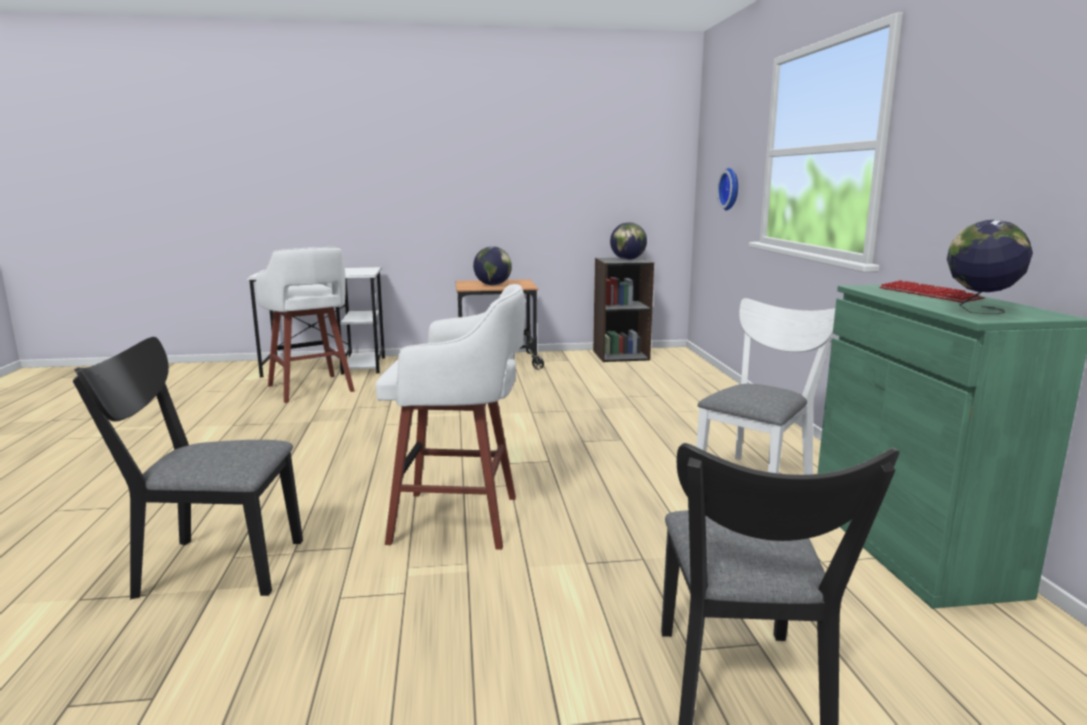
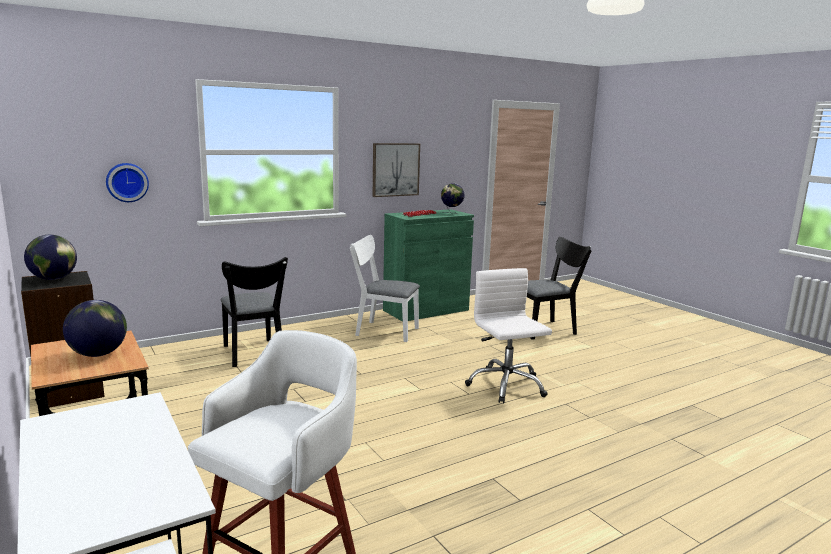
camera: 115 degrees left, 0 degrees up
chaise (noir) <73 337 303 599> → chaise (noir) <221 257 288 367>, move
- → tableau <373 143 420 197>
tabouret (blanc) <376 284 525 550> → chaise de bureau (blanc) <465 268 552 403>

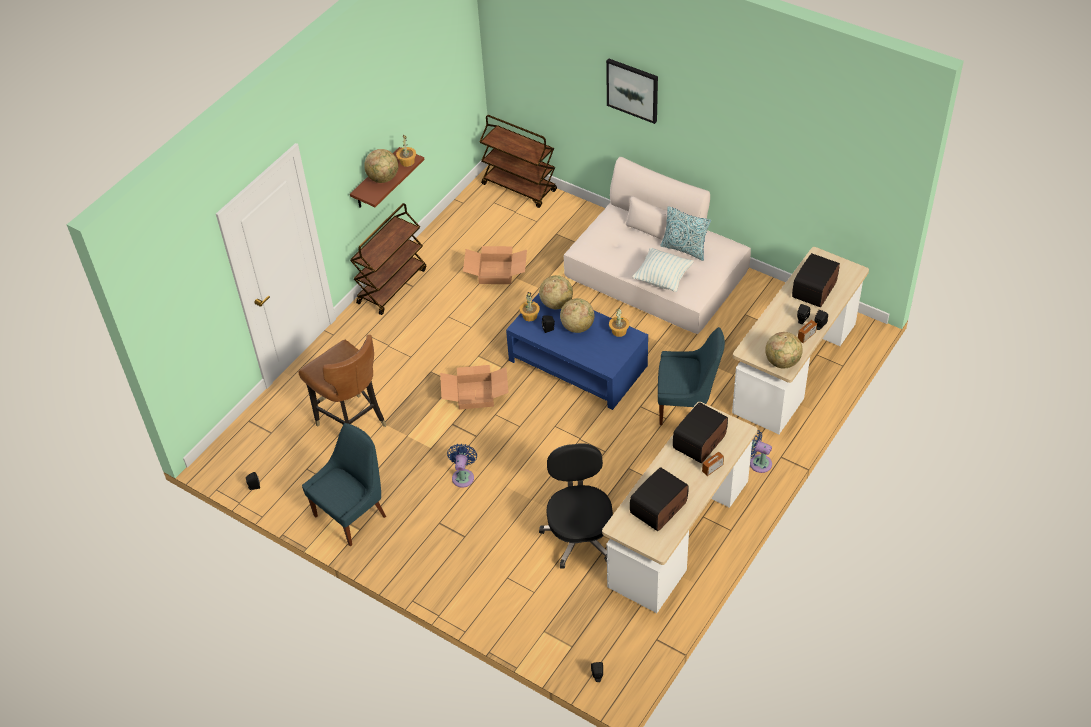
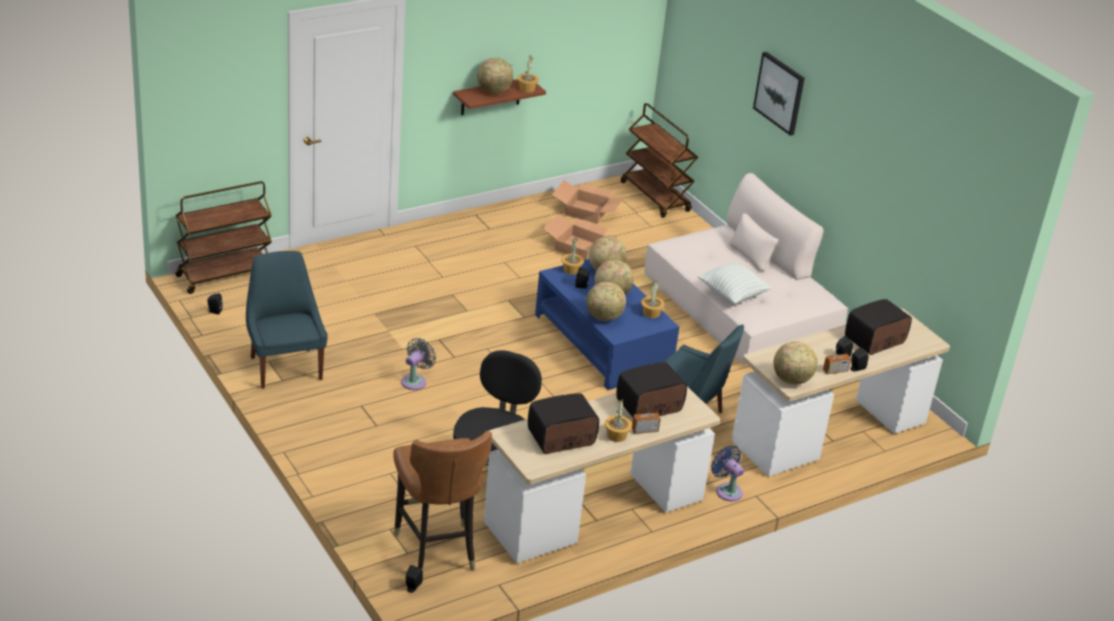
camera: 20 degrees right, 15 degrees down
chariot (marron) <350 203 426 315> → chariot (marron) <175 181 272 294>, move
chaise (bleu) <302 423 386 547> → chaise (bleu) <246 251 328 389>, 90 degrees counterclockwise
chaise (marron) <299 335 387 427> → chaise (marron) <393 431 492 571>, move
ventilateur (bleu) <447 444 477 488> → ventilateur (gris) <401 338 436 390>
carton <440 365 509 410> → carton <552 180 625 224>, move
- → globe <586 282 626 321>
- → plante en pot <605 399 632 442>
coussin <660 206 711 261> → -

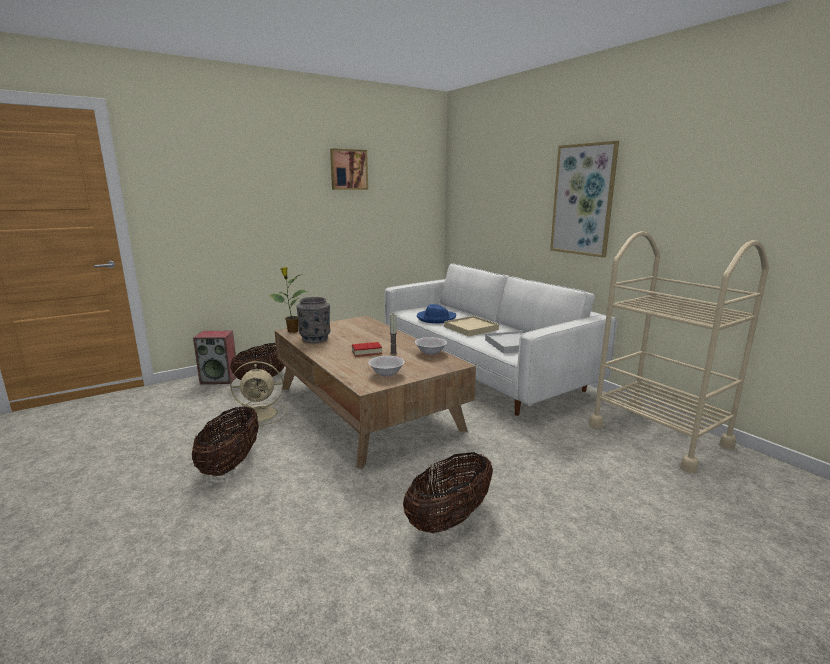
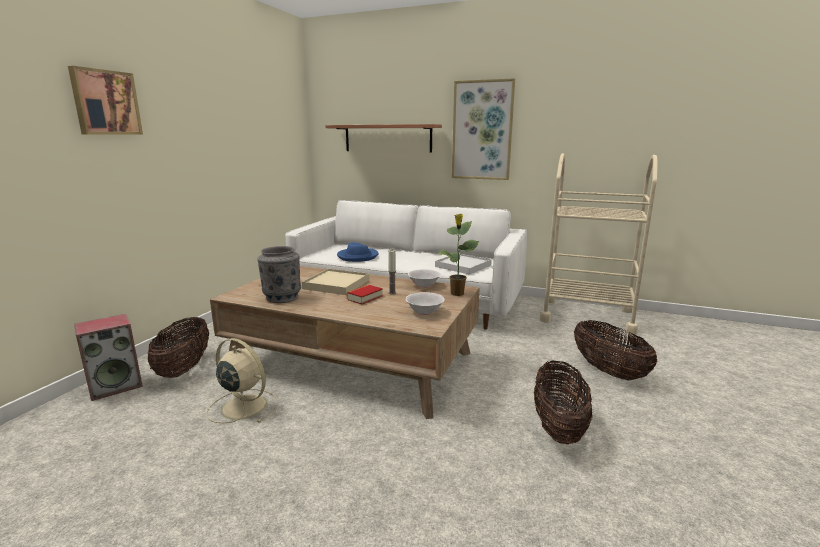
camera: 35 degrees left, 0 degrees up
tableau <330 148 368 190> → tableau <68 66 143 135>, move
ventilateur (beige) <230 361 286 425> → ventilateur (beige) <207 338 278 423>, 105 degrees counterclockwise
plateau (beige) <444 316 499 337> → plateau (beige) <302 269 369 295>, move
- → étagère <325 124 442 152>
plante en pot <268 267 309 333> → plante en pot <437 214 479 296>, move
panier <192 406 259 476> → panier <574 320 657 381>, move

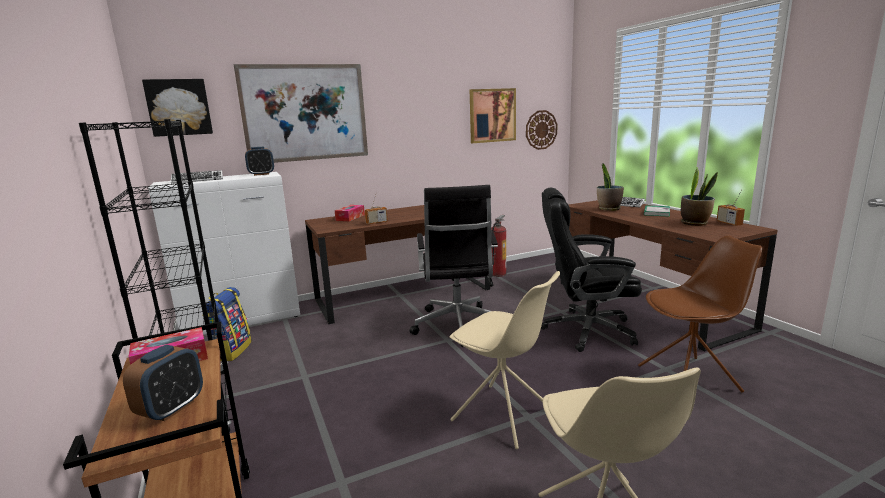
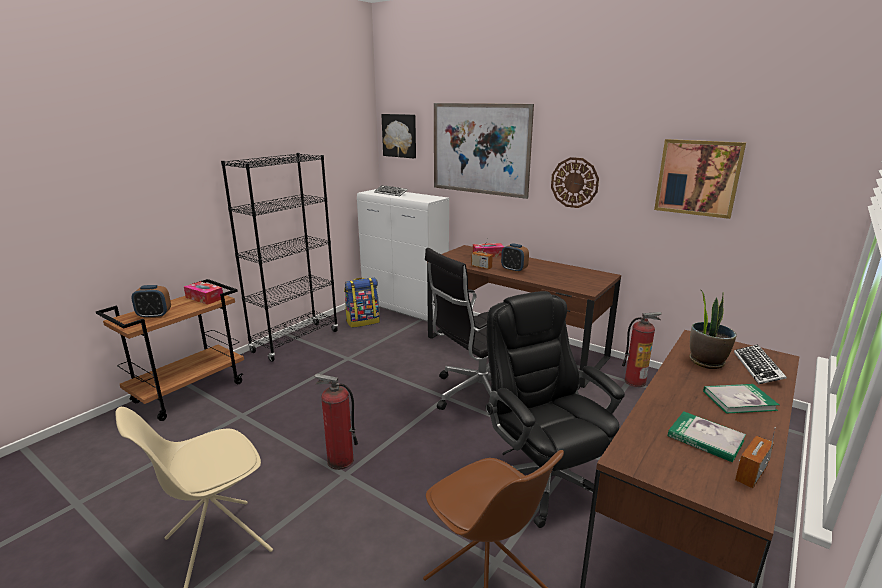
camera: 60 degrees right, 5 degrees up
chaise (beige) <449 271 560 449> → extincteur <314 373 358 470>
réveil <245 147 274 176> → réveil <501 243 529 273>, move
horloge murale <526 110 558 150> → horloge murale <551 157 599 208>, move
plante en pot <681 167 718 226> → livre <668 411 746 463>

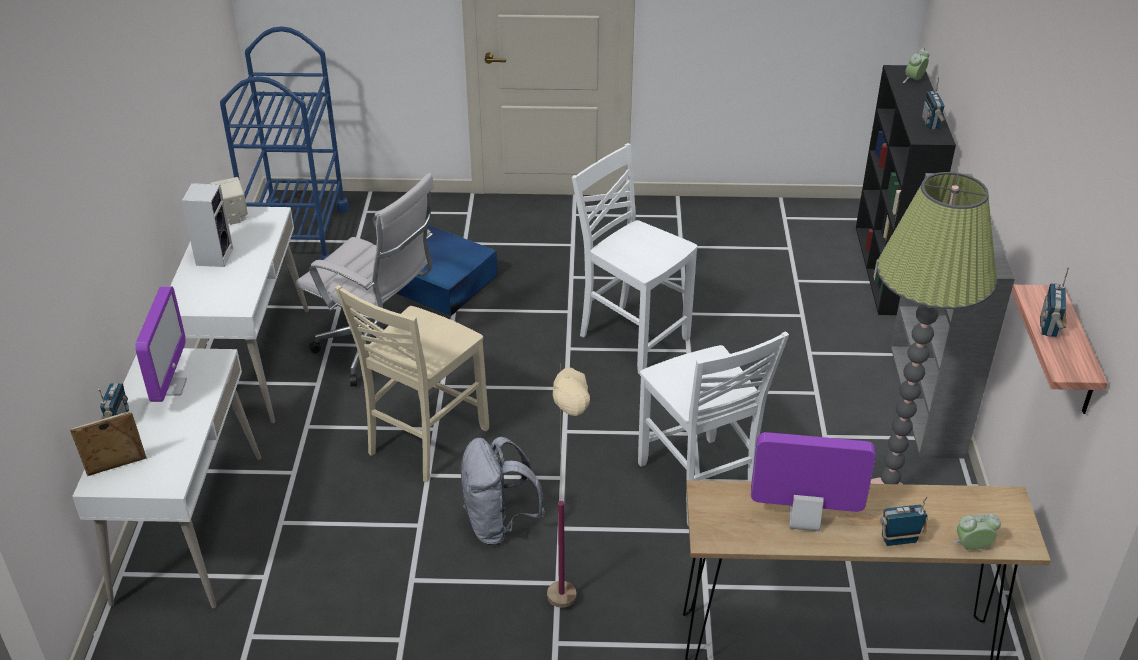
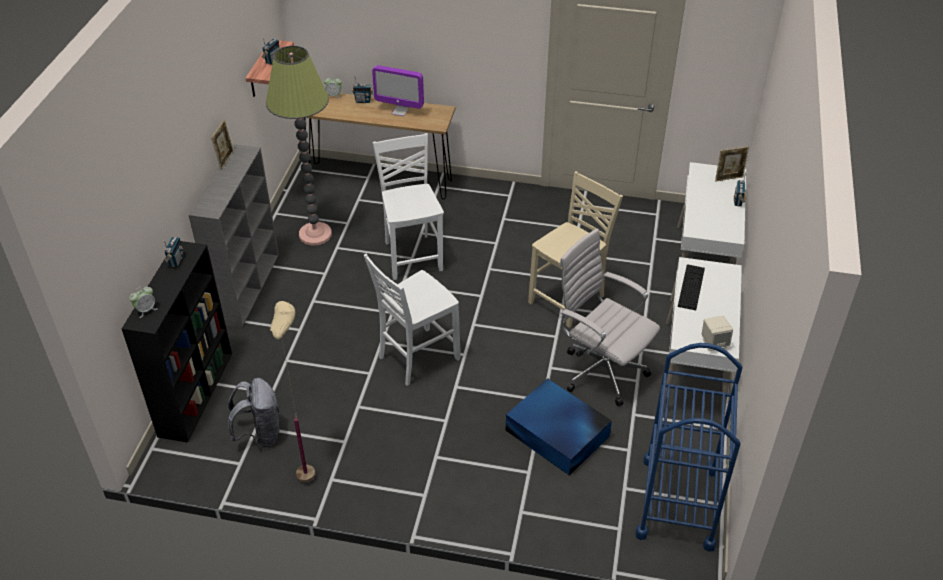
camera: 170 degrees left, 5 degrees up
- → cadre photo <211 120 234 170>
sac à dos (gris) <460 437 545 545> → sac à dos (gris) <228 378 280 447>, move
lampadaire (beige) <547 363 590 608> → lampadaire (beige) <270 301 315 482>, move
chaise (blanc) <572 143 698 375> → chaise (blanc) <364 254 461 386>, 90 degrees clockwise
- → clavier <678 264 705 310>
écran d'ordinateur <135 286 187 402> → -
enceinte <181 183 233 267> → -

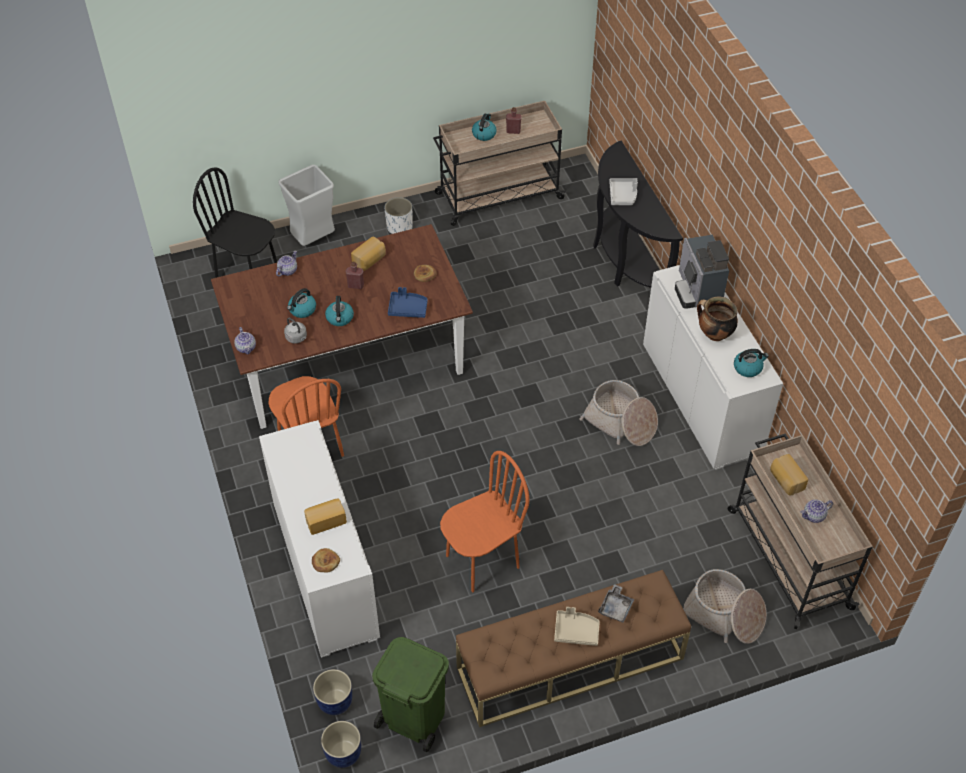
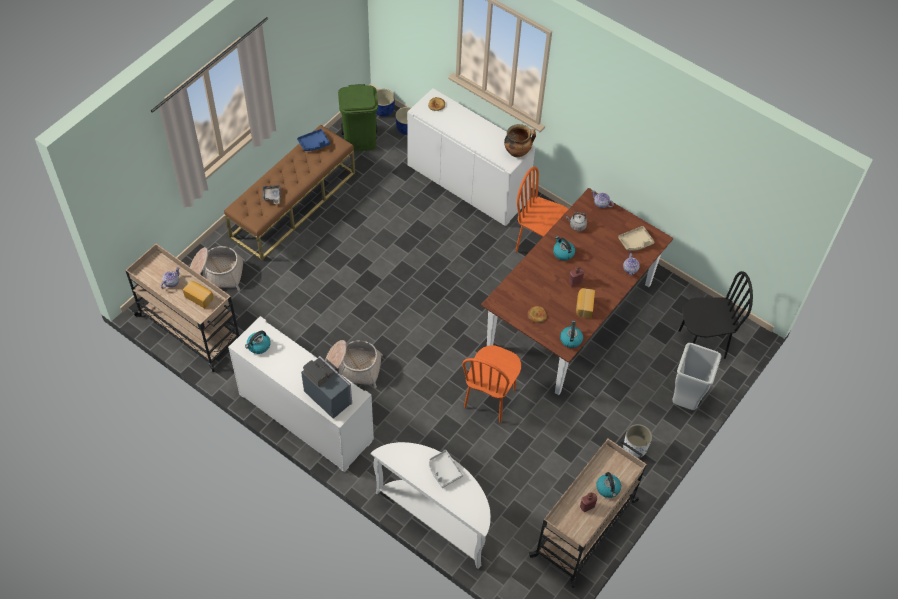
camera: 145 degrees right, 5 degrees up
plateau (bleu) <388 287 428 318> → plateau (bleu) <297 129 330 151>, move
table console (noir) <593 141 683 288> → table console (blanc) <371 442 491 569>
chaise (orange) <440 451 530 592> → chaise (orange) <462 345 521 423>, move
marmite <697 297 738 341> → marmite <504 124 536 157>, move
bouilloire <287 288 316 318> → bouilloire <560 321 583 348>, move
plateau (beige) <554 607 600 646> → plateau (beige) <618 226 654 251>, move
pain <304 499 347 535> → -

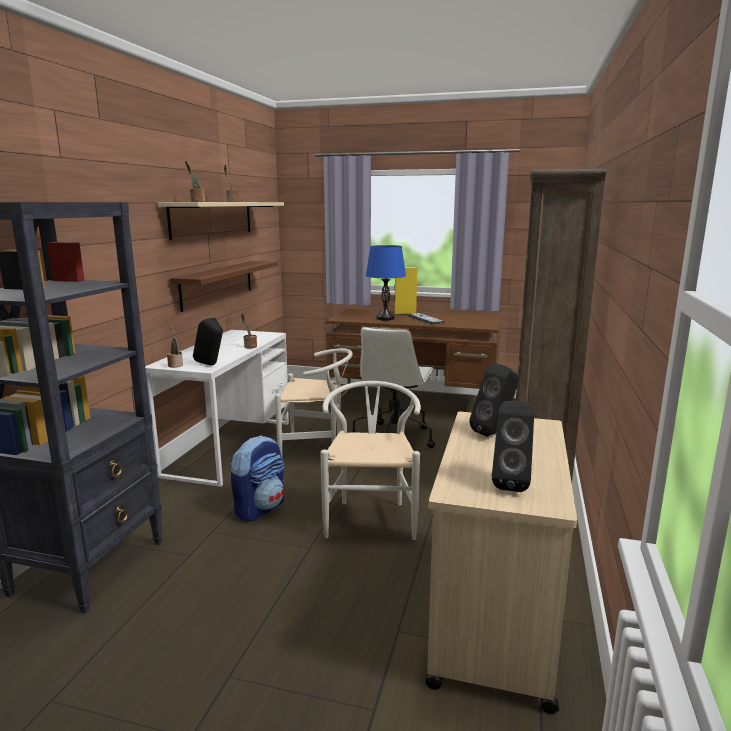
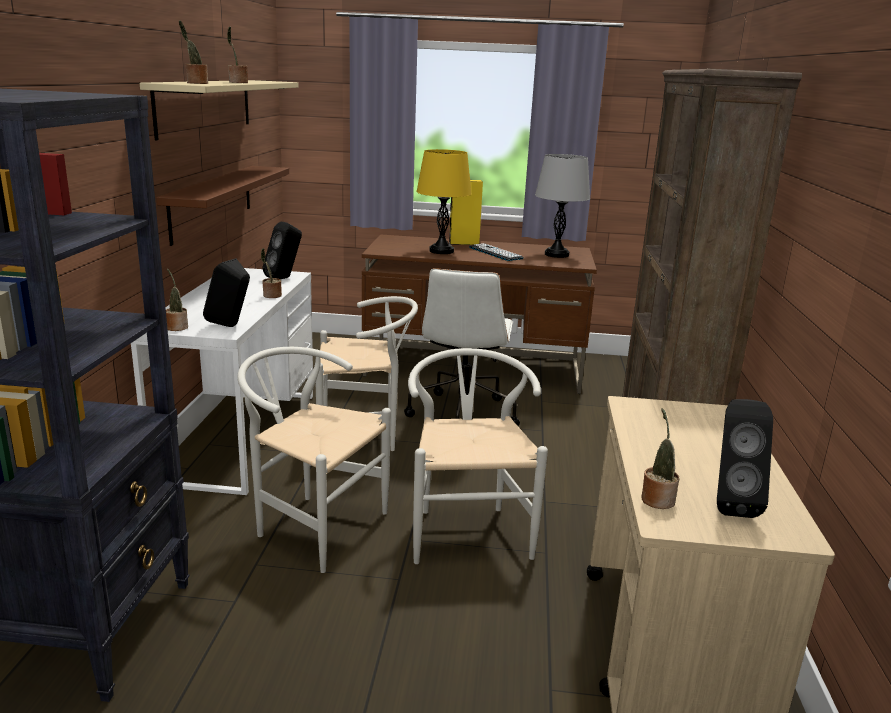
camera: 10 degrees left, 5 degrees up
sac à dos <230 435 284 521> → chaise (blanc) <238 347 391 573>
enceinte (noir) <469 364 519 437> → enceinte (noir) <263 222 302 279>, move
lampe de table (bleu) <366 245 406 320> → lampe de table (jaune) <416 149 472 254>
- → lampe de table (gris) <535 154 590 258>
- → plante en pot <641 408 679 509>

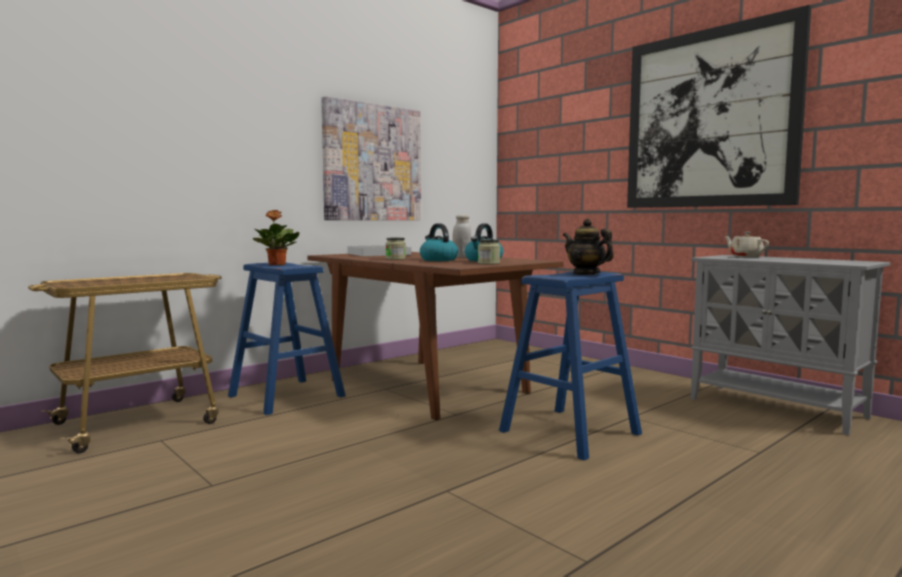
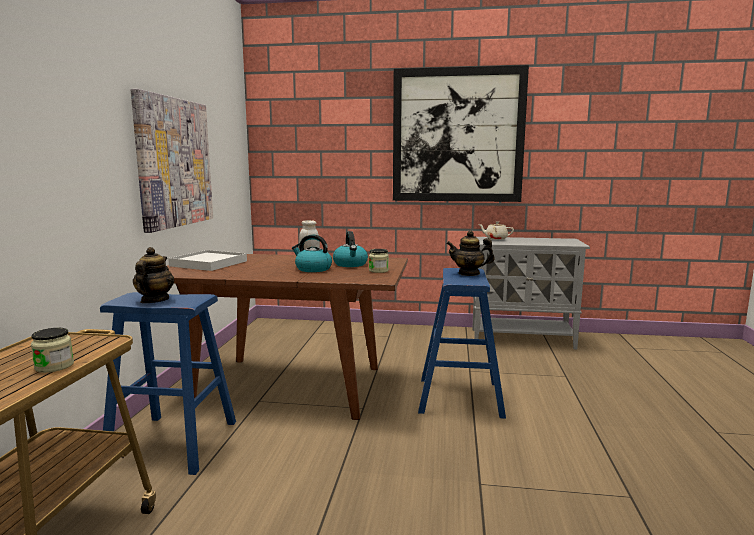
camera: 40 degrees left, 5 degrees up
bocal <386 238 406 260> → bocal <31 328 74 373>, move
plante en pot <253 210 299 265> → théière <133 247 175 303>

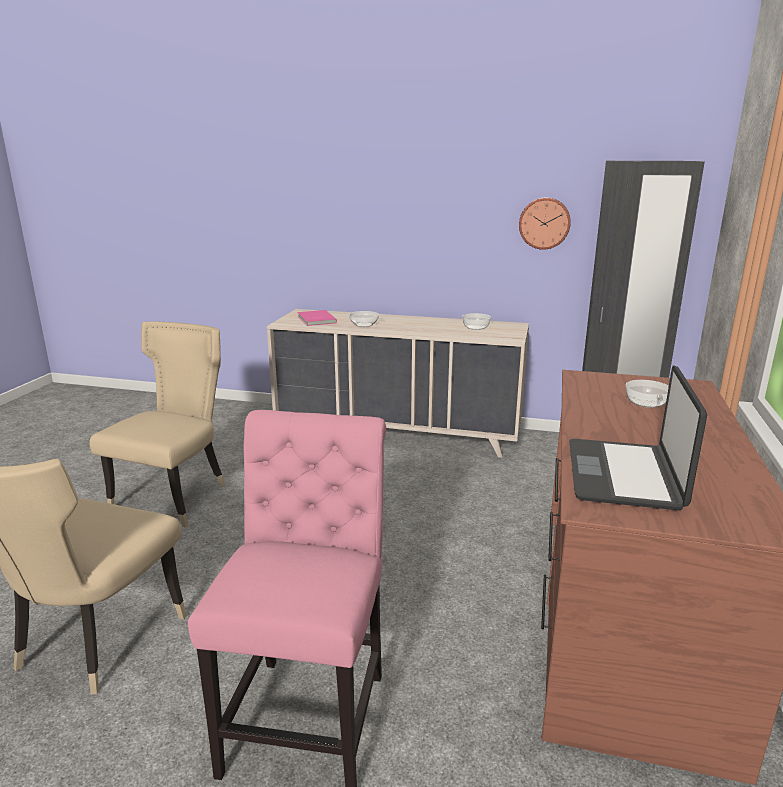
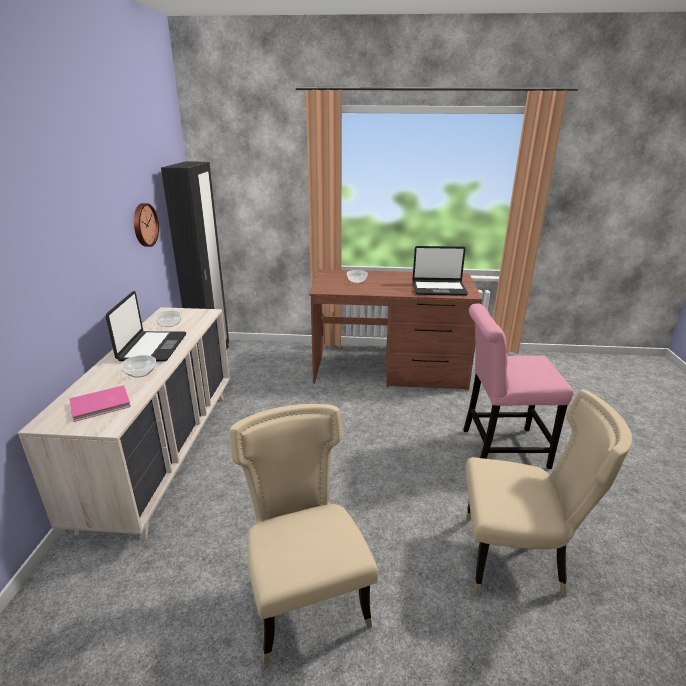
camera: 100 degrees left, 5 degrees up
- → ordinateur portable <106 291 186 362>
chaise (beige) <90 321 226 528> → chaise (beige) <229 404 378 665>, 60 degrees clockwise

